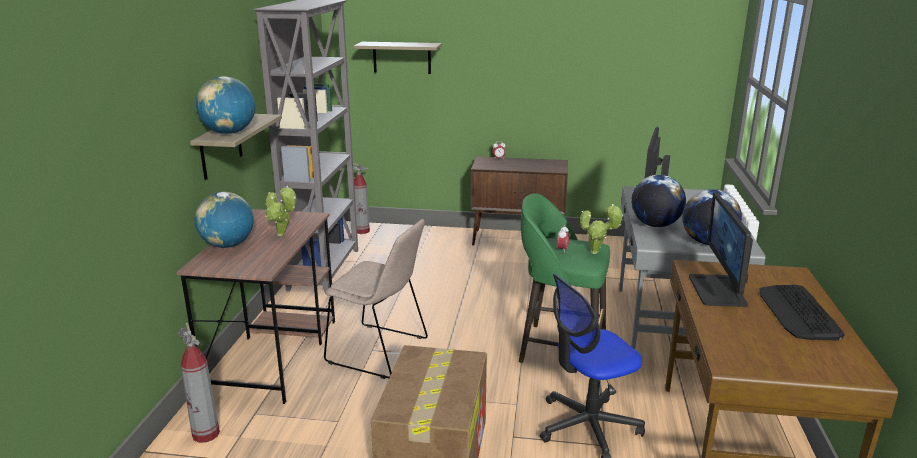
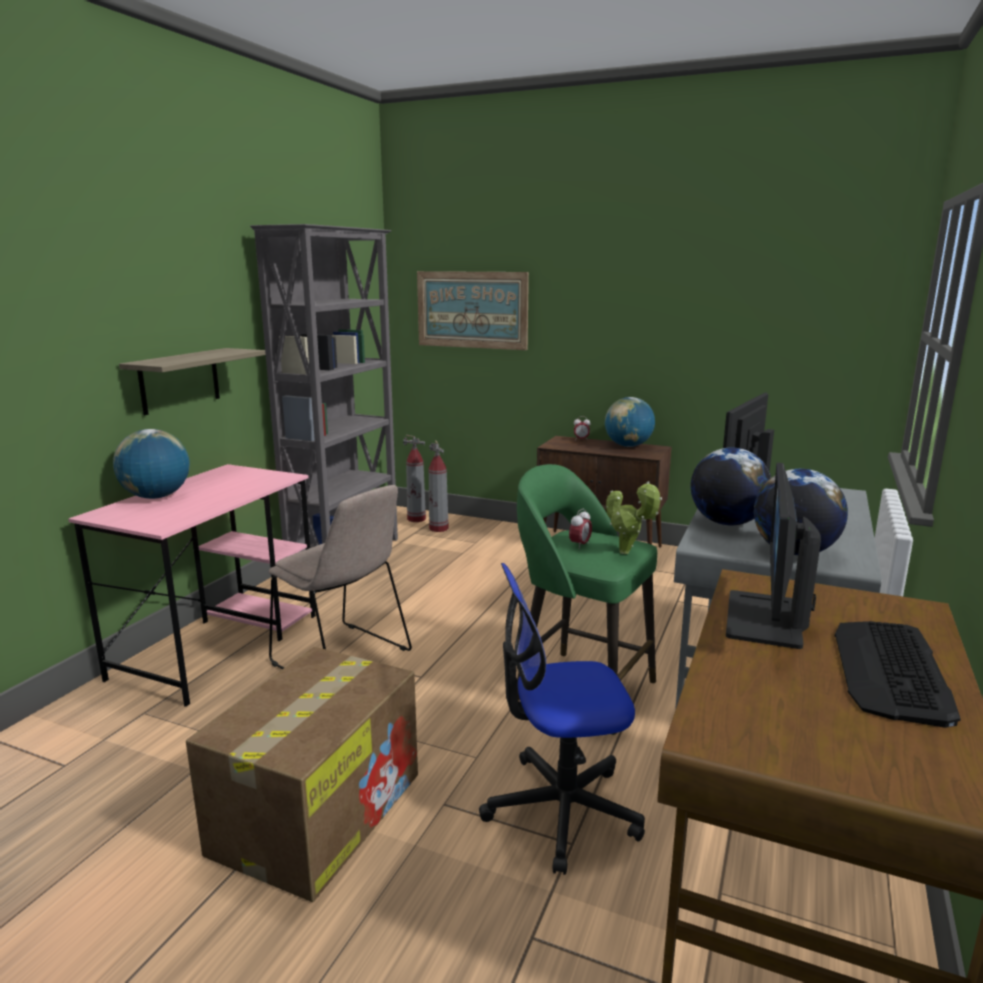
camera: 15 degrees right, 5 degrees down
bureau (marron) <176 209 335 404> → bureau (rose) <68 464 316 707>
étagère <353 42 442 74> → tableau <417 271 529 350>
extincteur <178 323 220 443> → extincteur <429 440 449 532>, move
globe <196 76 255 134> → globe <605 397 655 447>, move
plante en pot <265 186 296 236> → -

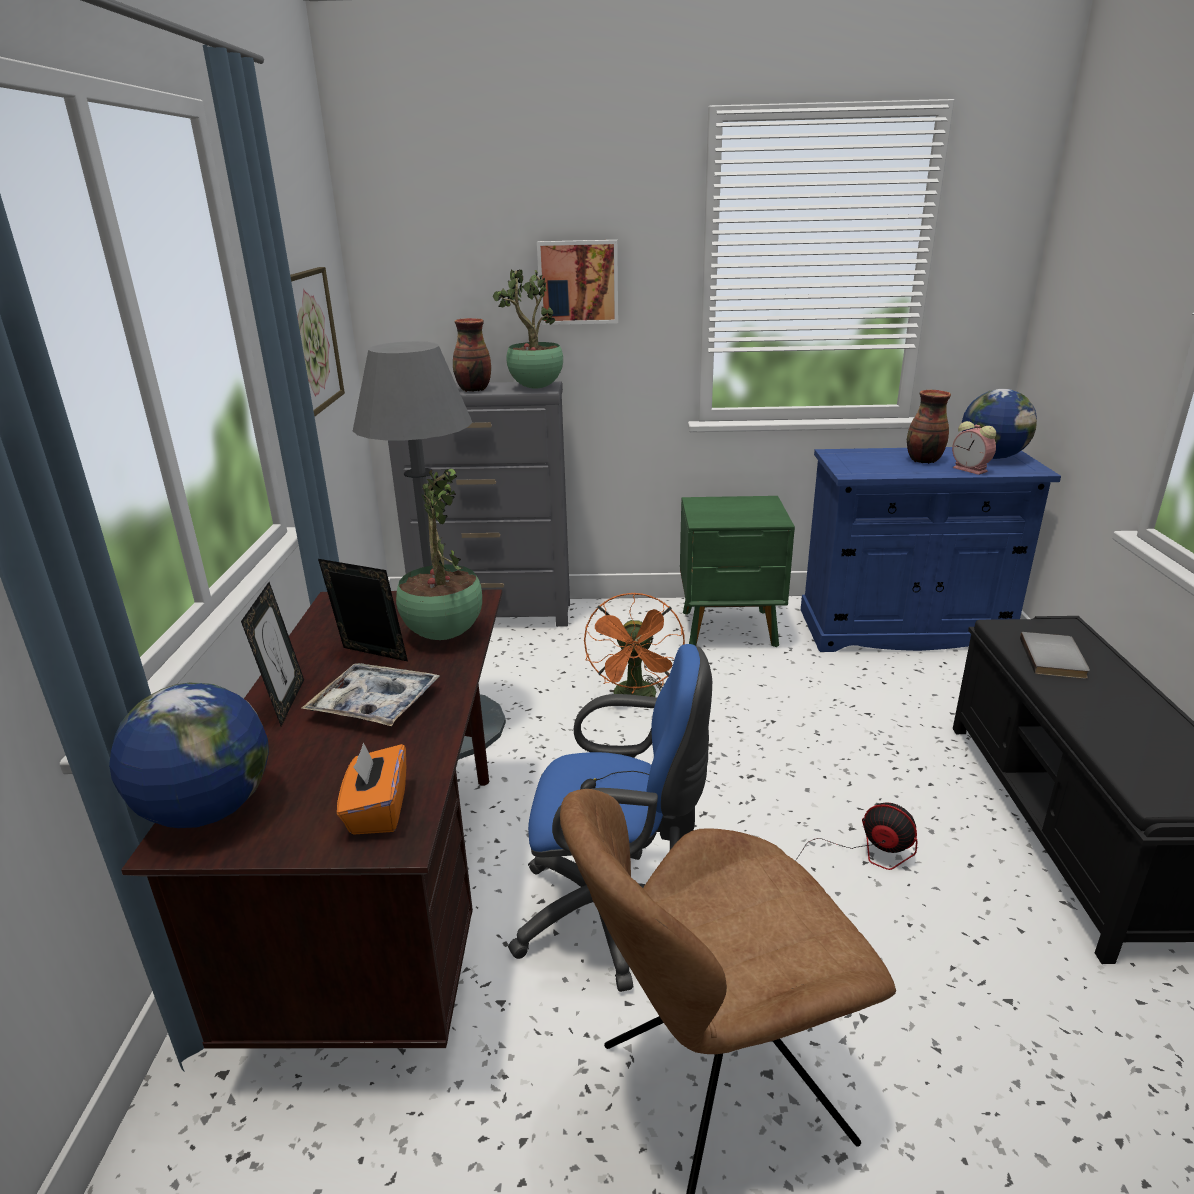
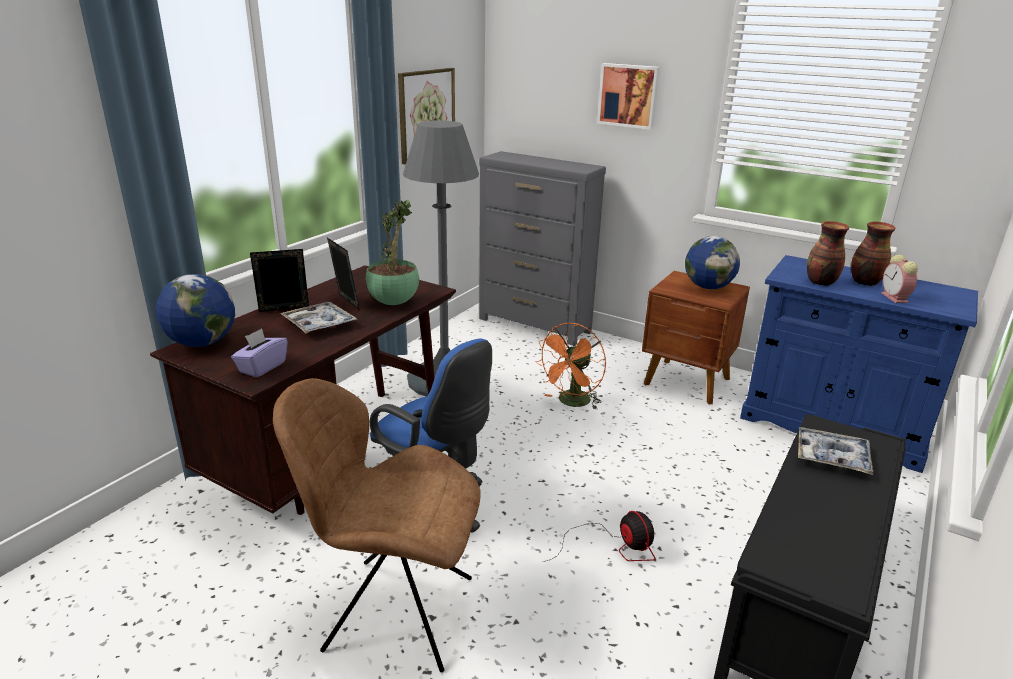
camera: 30 degrees right, 0 degrees up
boîte à mouchoirs (orange) <337 743 406 835> → boîte à mouchoirs (violet) <231 328 288 378>
cadre photo <241 582 304 726> → cadre photo <250 249 309 312>, 135 degrees counterclockwise
table de chevet (vert) <680 496 795 647> → table de chevet (marron) <642 271 750 404>
globe <962 389 1037 459> → globe <685 236 740 289>, move
livre (gris) <1020 632 1090 679> → plateau <798 427 873 475>
vase <453 318 491 392> → vase <807 221 849 286>, move
plante en pot <493 269 563 389> → -

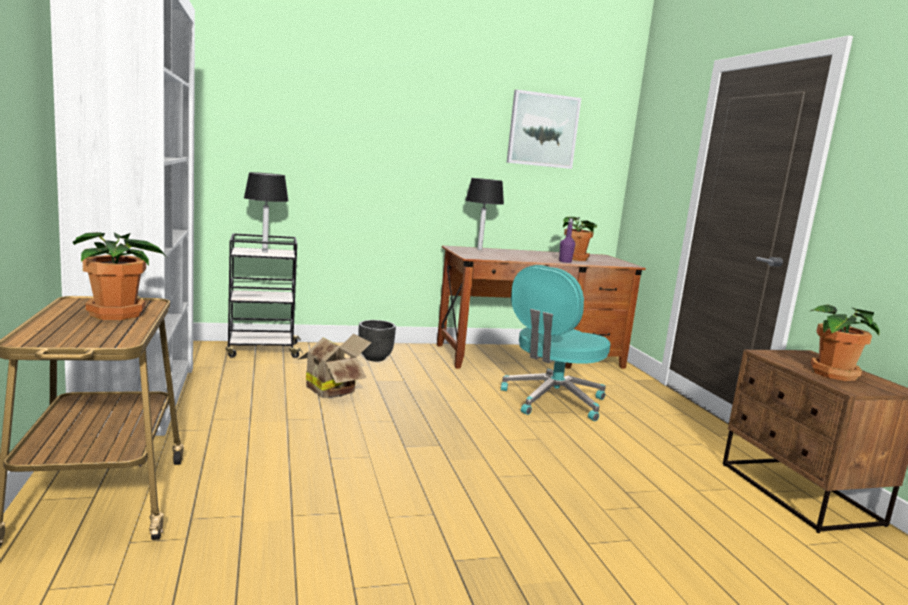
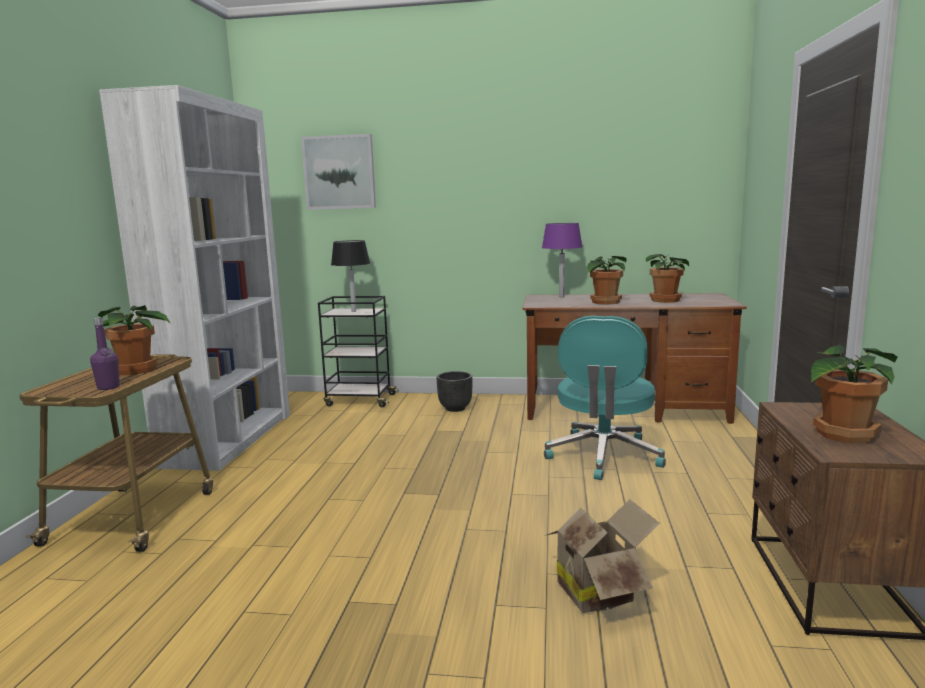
camera: 25 degrees right, 0 degrees up
bouteille (violet) <559 218 575 263> → bouteille (violet) <90 317 120 390>, move
tableau <507 89 581 169> → tableau <301 134 376 210>, move
lampe de table (noir) <465 178 504 250> → lampe de table (violet) <542 223 583 297>
chaise de bureau (turquoise) <501 265 610 421> → chaise de bureau (turquoise) <544 315 666 480>, 45 degrees counterclockwise
carton <297 334 372 398> → carton <544 499 659 613>, move
- → plante en pot <587 256 627 305>

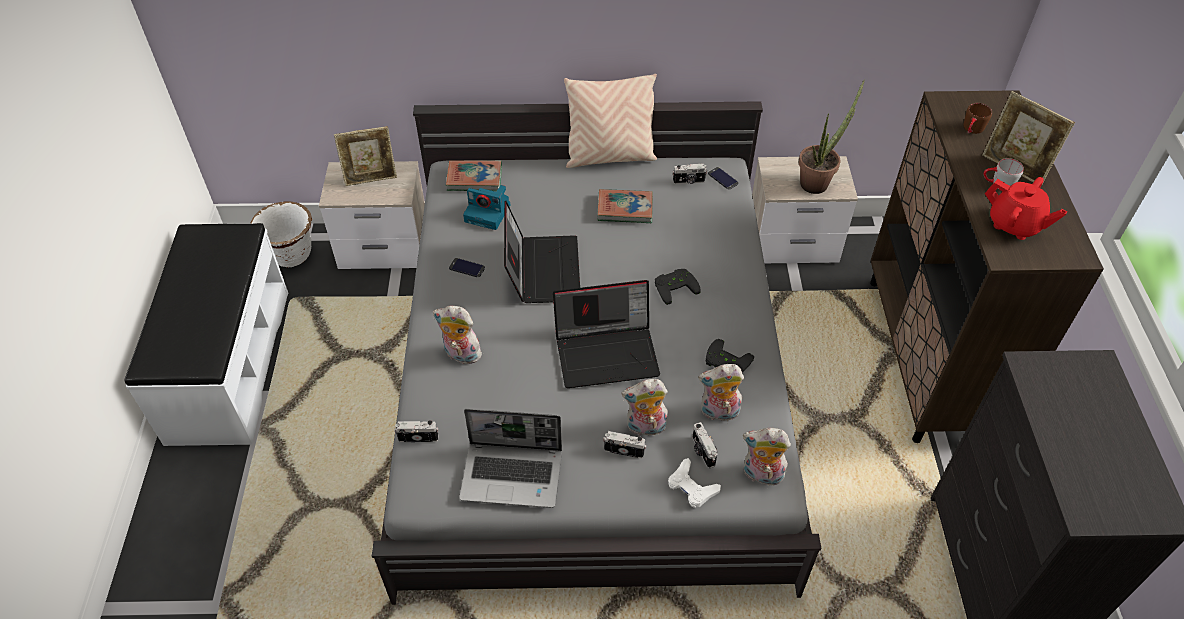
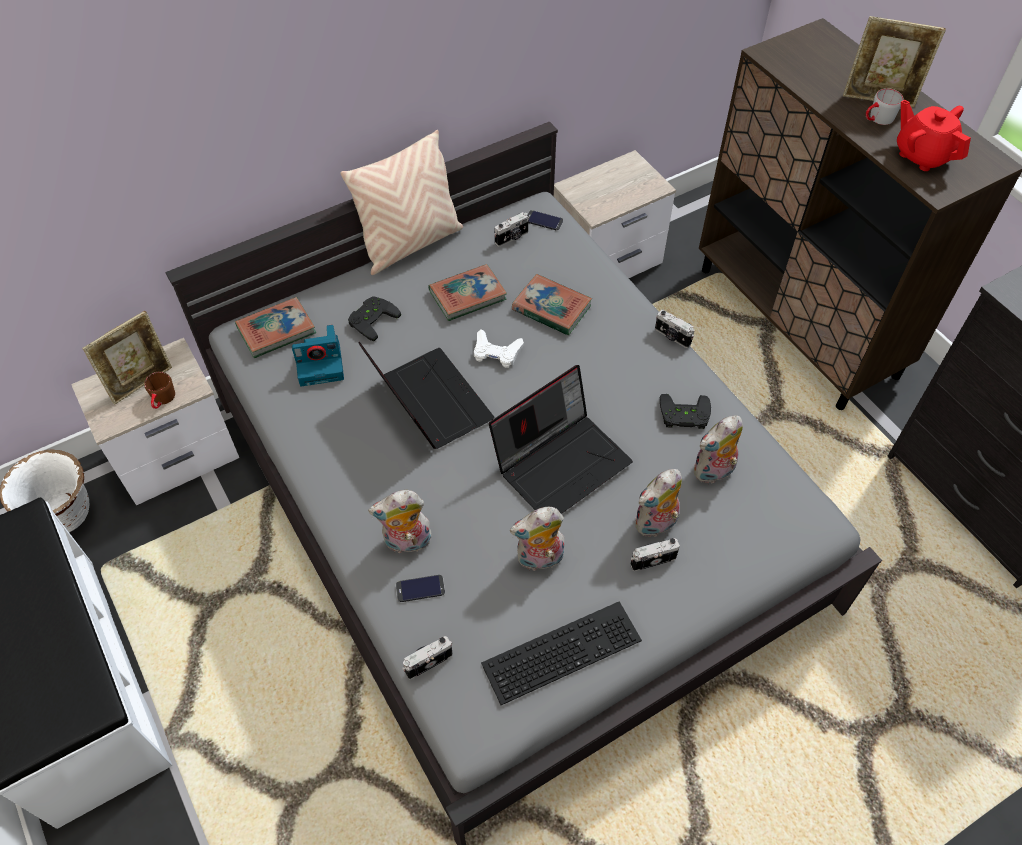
camera: 30 degrees left, 5 degrees up
mug (marron) <963 103 992 134> → mug (marron) <144 372 175 409>, move
manette (noir) <655 269 701 305> → manette (noir) <348 296 401 341>, move
téléphone <449 258 485 277> → téléphone <396 575 445 602>, move
manette (blanc) <668 458 721 508> → manette (blanc) <474 329 524 368>, move
ordinateur portable <459 409 562 508> → clavier <481 601 642 705>
peluche <743 428 791 486> → peluche <510 507 565 571>, move
- → livre <512 274 592 335>
appareil photo <692 422 717 468> → appareil photo <655 310 694 348>, move
théière (rouge) <985 177 1067 240> → théière (rouge) <897 100 971 171>, 135 degrees counterclockwise
plante en pot <799 79 865 194> → -

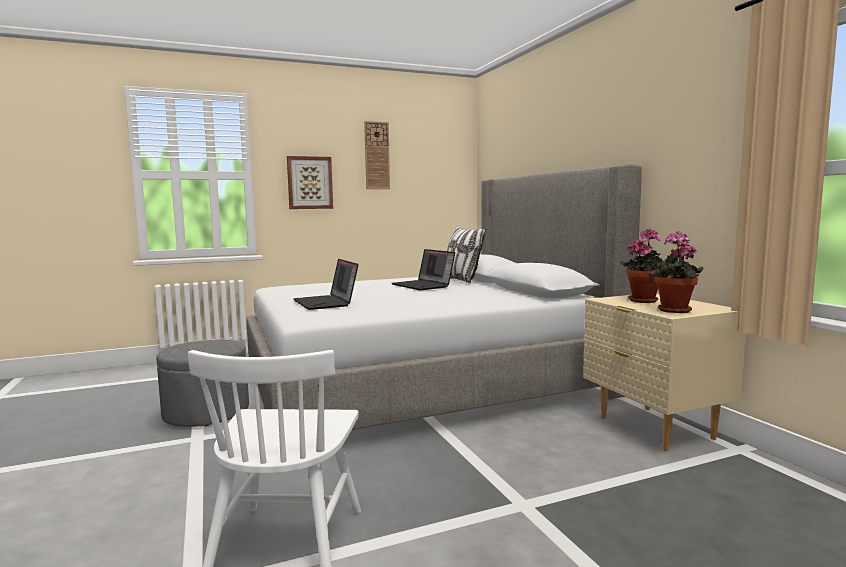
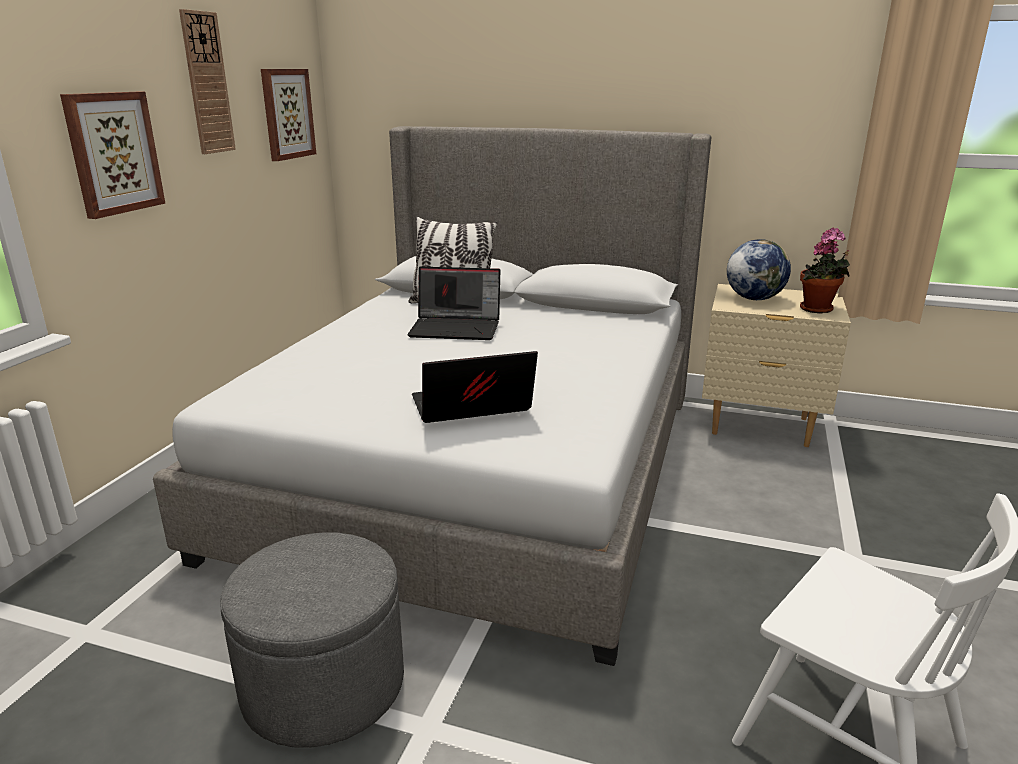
camera: 50 degrees left, 15 degrees up
- → tableau <261 69 316 161>
ordinateur portable <293 259 358 310> → ordinateur portable <412 351 538 423>, 150 degrees clockwise
plante en pot <621 228 666 303> → globe <727 239 791 300>

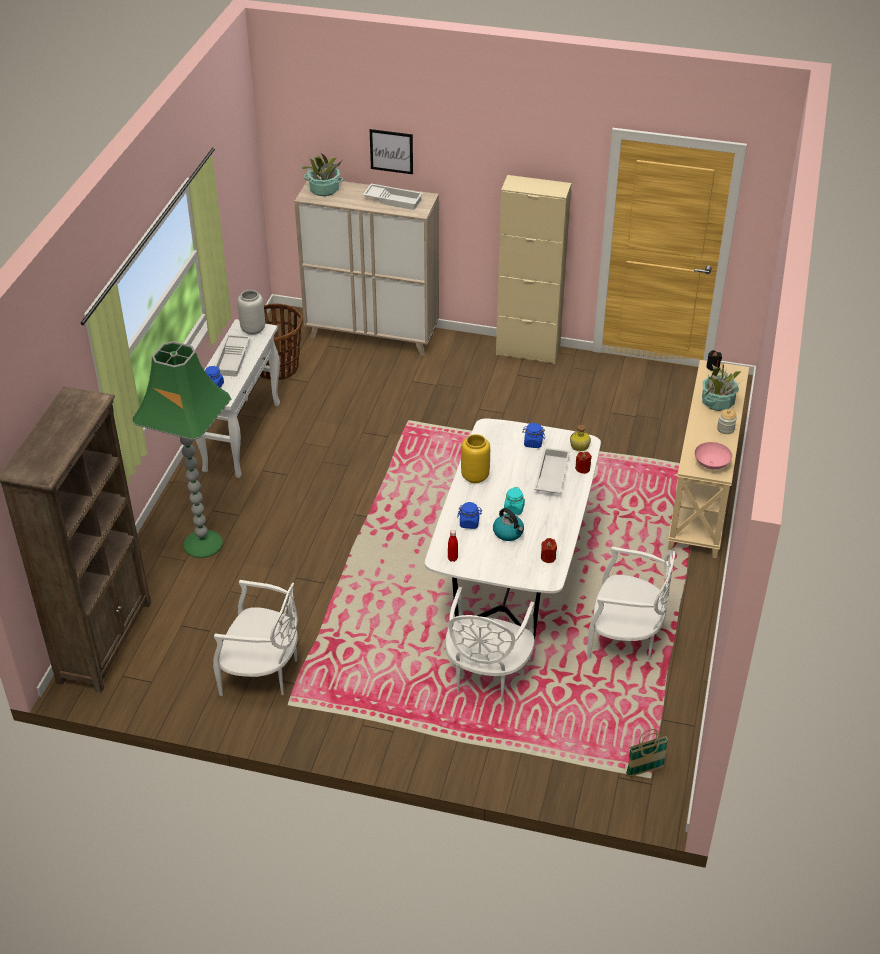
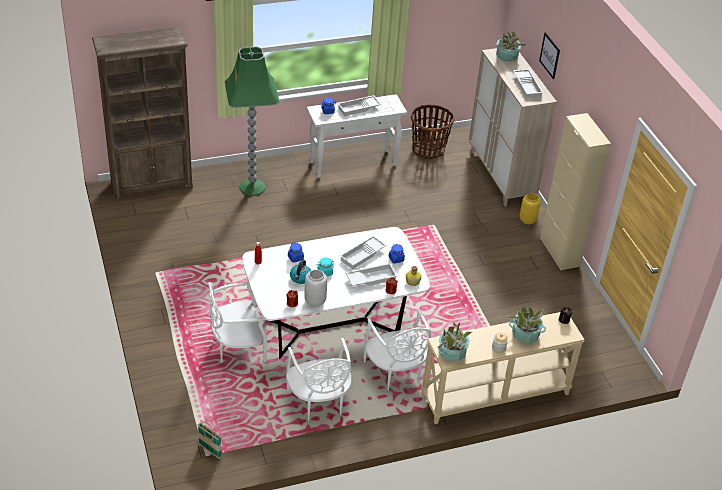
camera: 55 degrees right, 0 degrees up
vase (gris) <237 290 265 335> → vase (gris) <305 269 327 307>, move
- → plateau (blanc) <339 235 387 269>
chaise (blanc) <213 580 298 696> → chaise (blanc) <363 309 431 390>, move
bol (rose) <695 442 732 469> → plante en pot <438 320 472 361>
vase (jaune) <461 434 490 483> → vase (jaune) <520 193 541 224>, move

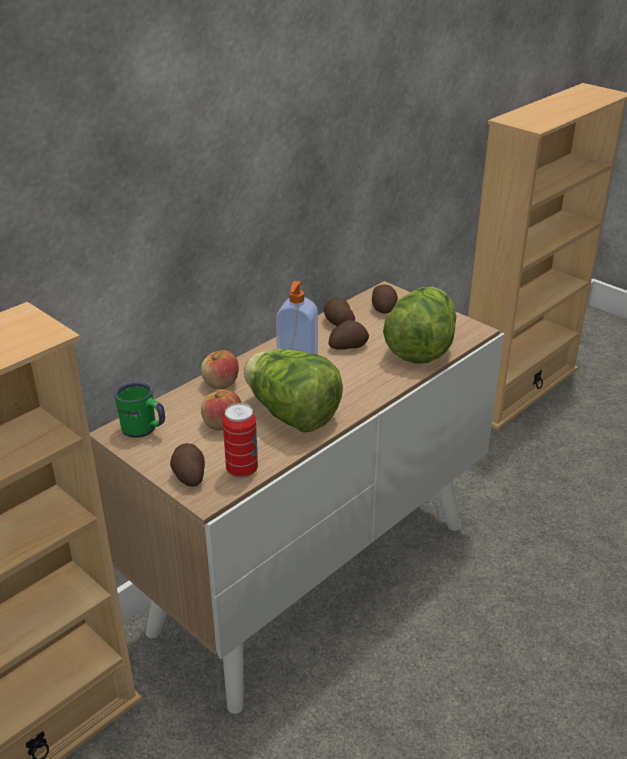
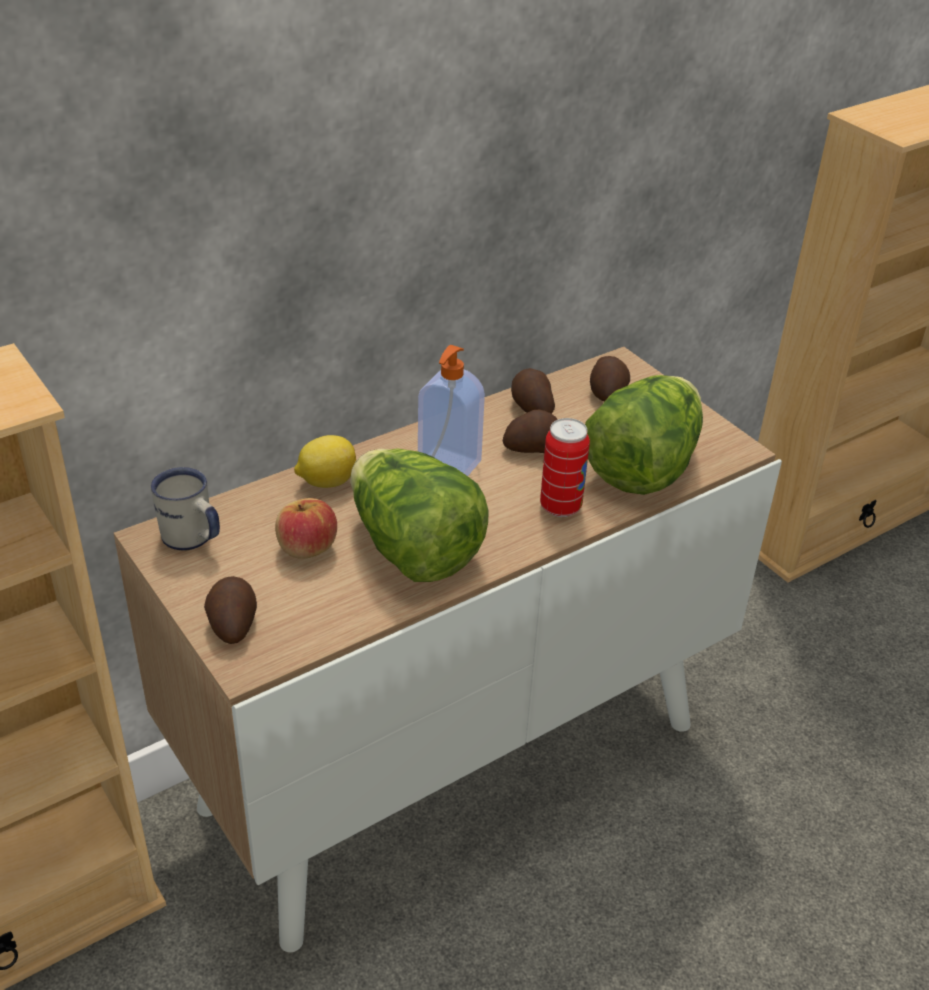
camera: 10 degrees right, 5 degrees up
mug (vert) <114 381 165 438> → mug (blanc) <151 467 220 550>
pomme <201 350 239 389> → citron <294 435 356 488>
boîte métallique <223 403 258 478> → boîte métallique <540 418 590 517>, move

